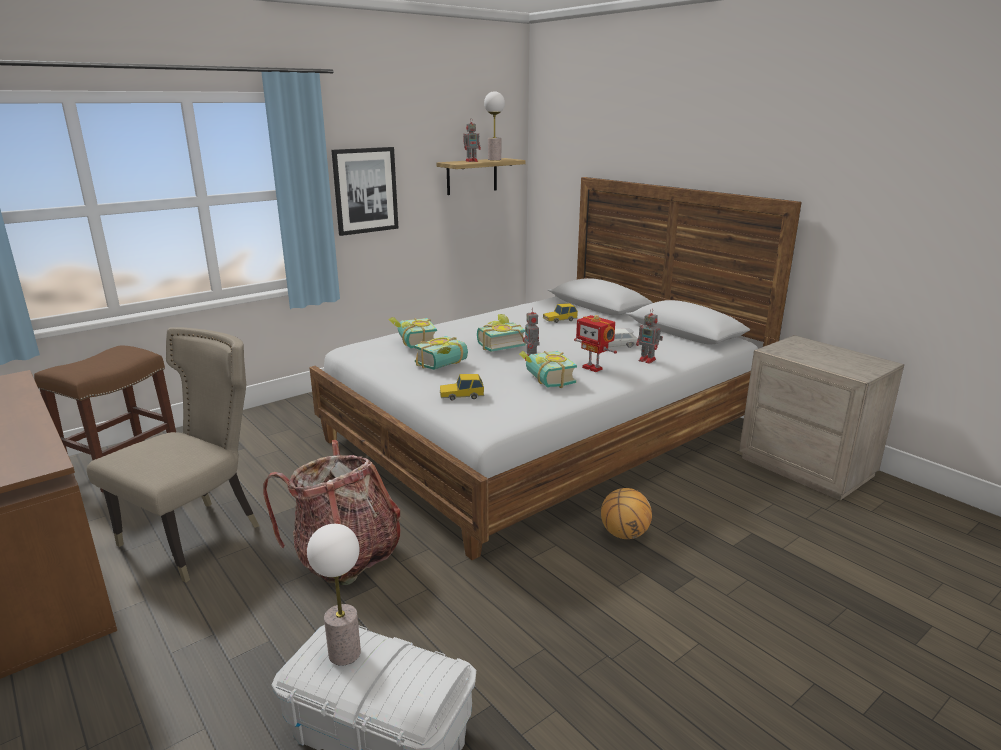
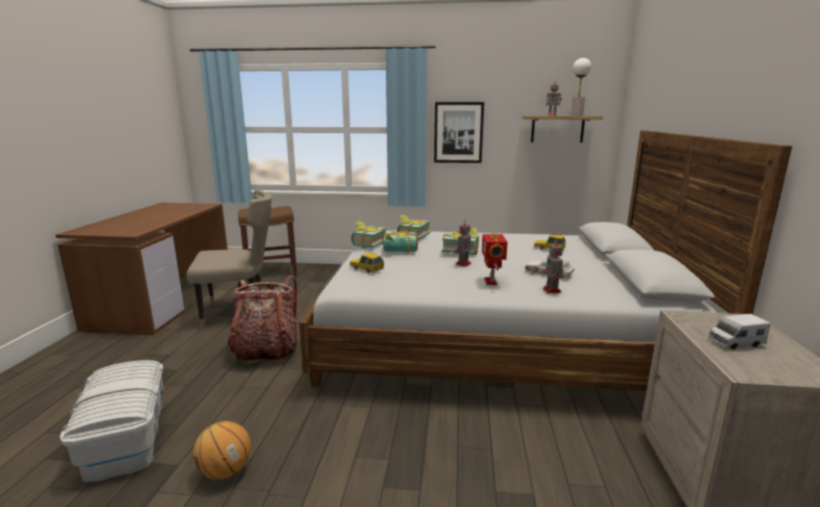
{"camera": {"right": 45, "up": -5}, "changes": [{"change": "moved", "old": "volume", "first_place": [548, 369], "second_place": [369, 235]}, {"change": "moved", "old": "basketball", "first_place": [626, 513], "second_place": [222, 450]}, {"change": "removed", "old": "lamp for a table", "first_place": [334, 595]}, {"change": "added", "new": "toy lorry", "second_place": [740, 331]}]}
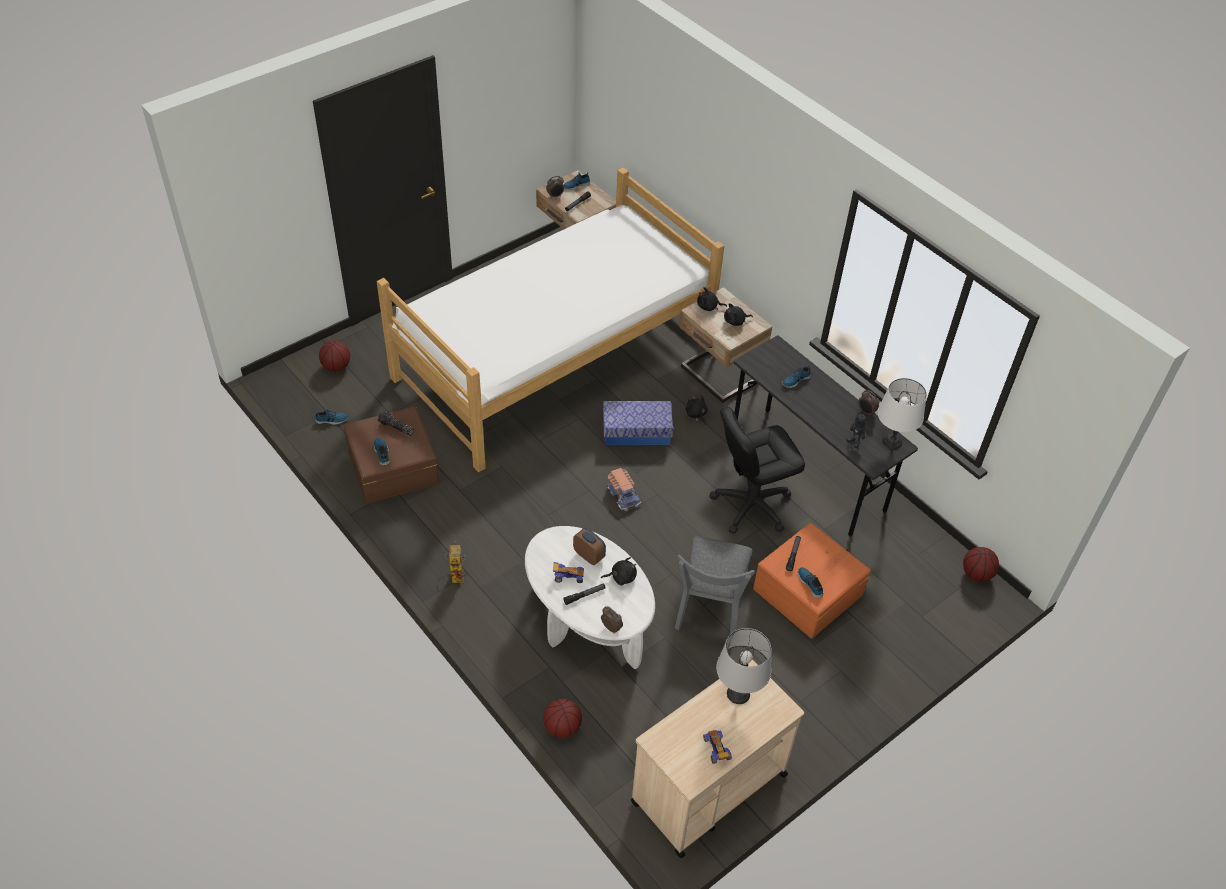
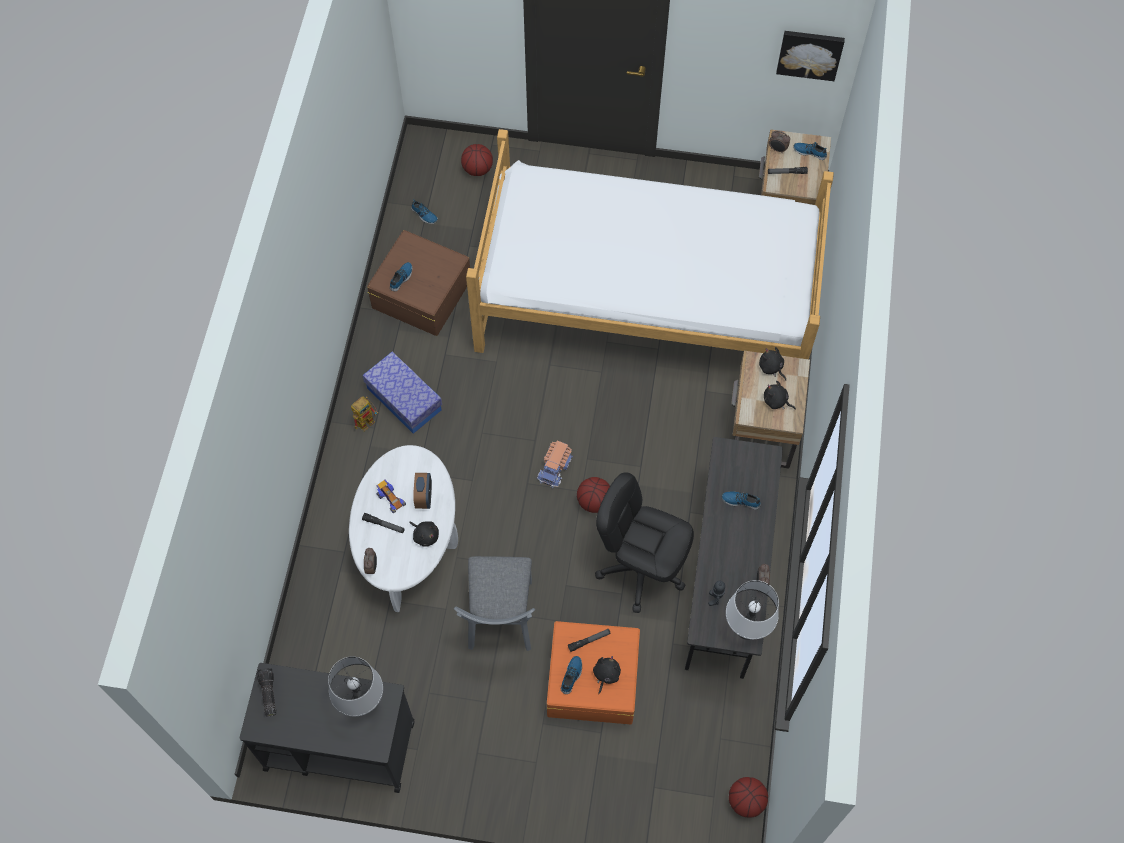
{"camera": {"right": 50, "up": 15}, "changes": [{"change": "moved", "old": "black soft toy", "first_place": [697, 410], "second_place": [607, 675]}, {"change": "moved", "old": "storage container", "first_place": [638, 423], "second_place": [402, 392]}, {"change": "moved", "old": "flashlight", "first_place": [396, 423], "second_place": [266, 692]}, {"change": "turned", "old": "gray chair", "first_place": [715, 585], "second_place": [494, 603], "degrees": -60}, {"change": "recoloured", "old": "beige-coloured trolley", "new": "black trolley", "first_place": [717, 759], "second_place": [327, 728]}, {"change": "moved", "old": "basketball", "first_place": [562, 718], "second_place": [593, 495]}, {"change": "removed", "old": "toy car", "first_place": [717, 747]}, {"change": "added", "new": "picture", "second_place": [810, 56]}]}
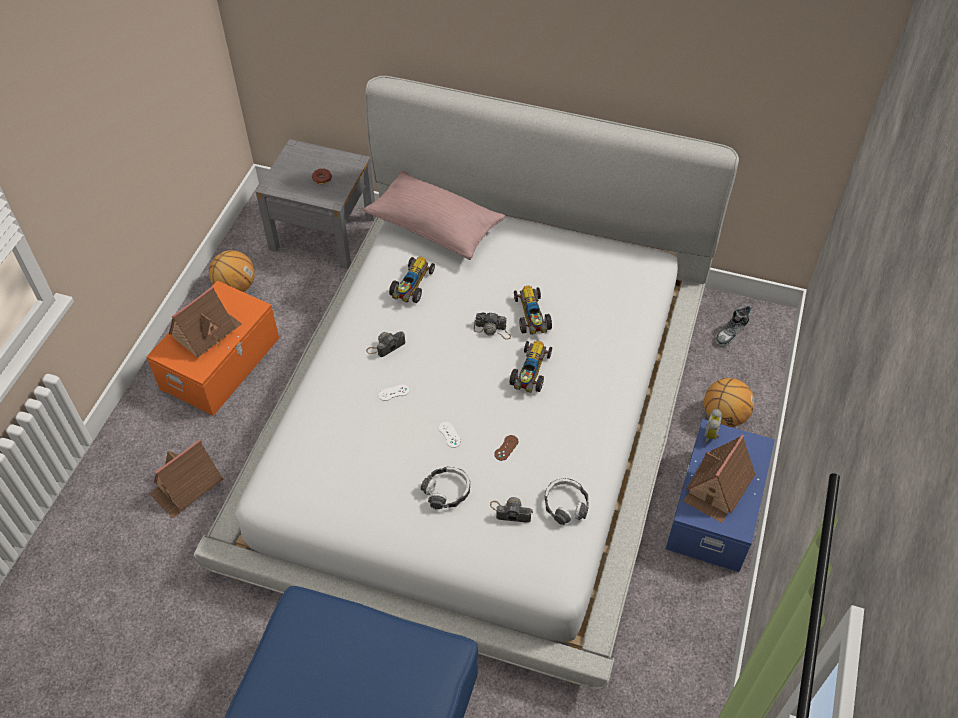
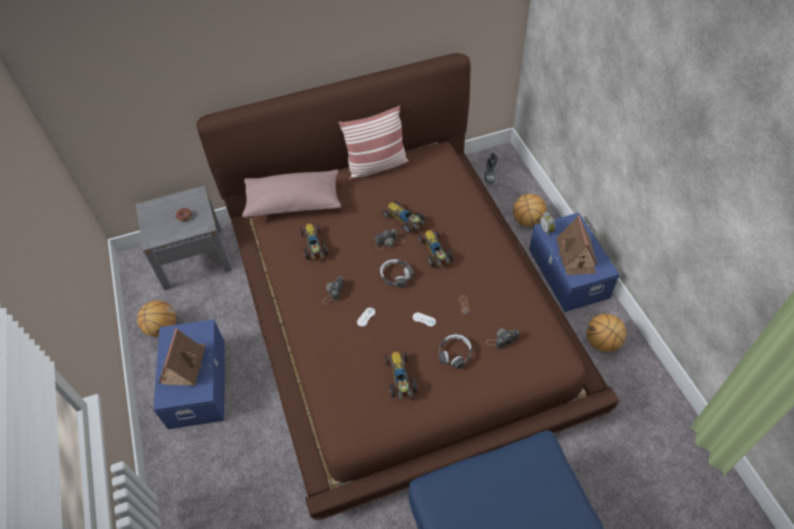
{"camera": {"right": -35, "up": 0}, "changes": [{"change": "recoloured", "old": "white-coloured bedroom bed", "new": "brown bedroom bed", "first_place": [466, 382], "second_place": [407, 286]}, {"change": "recoloured", "old": "orange storage container", "new": "blue storage container", "first_place": [212, 348], "second_place": [189, 374]}, {"change": "removed", "old": "model house", "first_place": [186, 479]}, {"change": "moved", "old": "pair of headphones", "first_place": [567, 501], "second_place": [397, 273]}, {"change": "added", "new": "throw pillow", "second_place": [374, 143]}, {"change": "added", "new": "basketball", "second_place": [606, 333]}, {"change": "added", "new": "toy car", "second_place": [401, 375]}]}
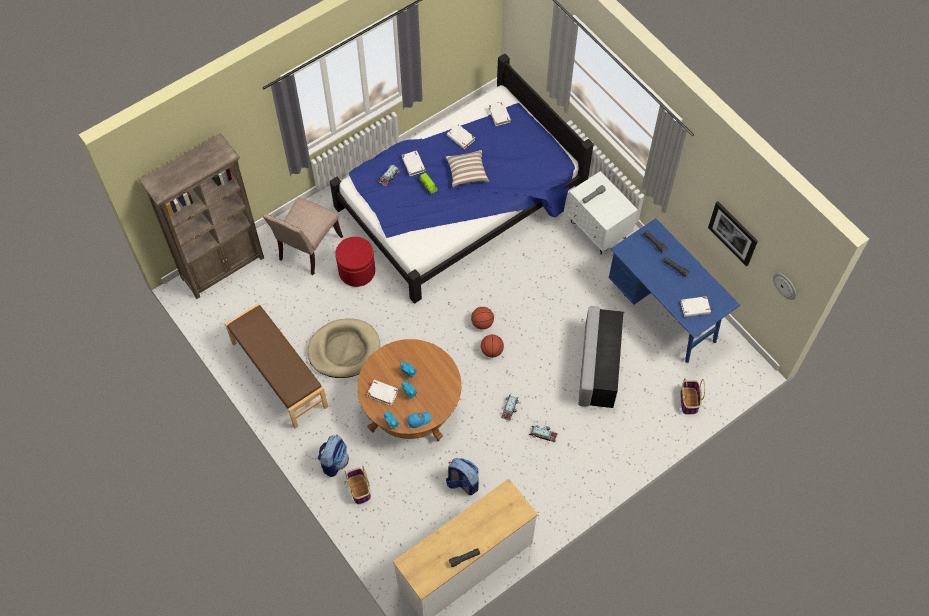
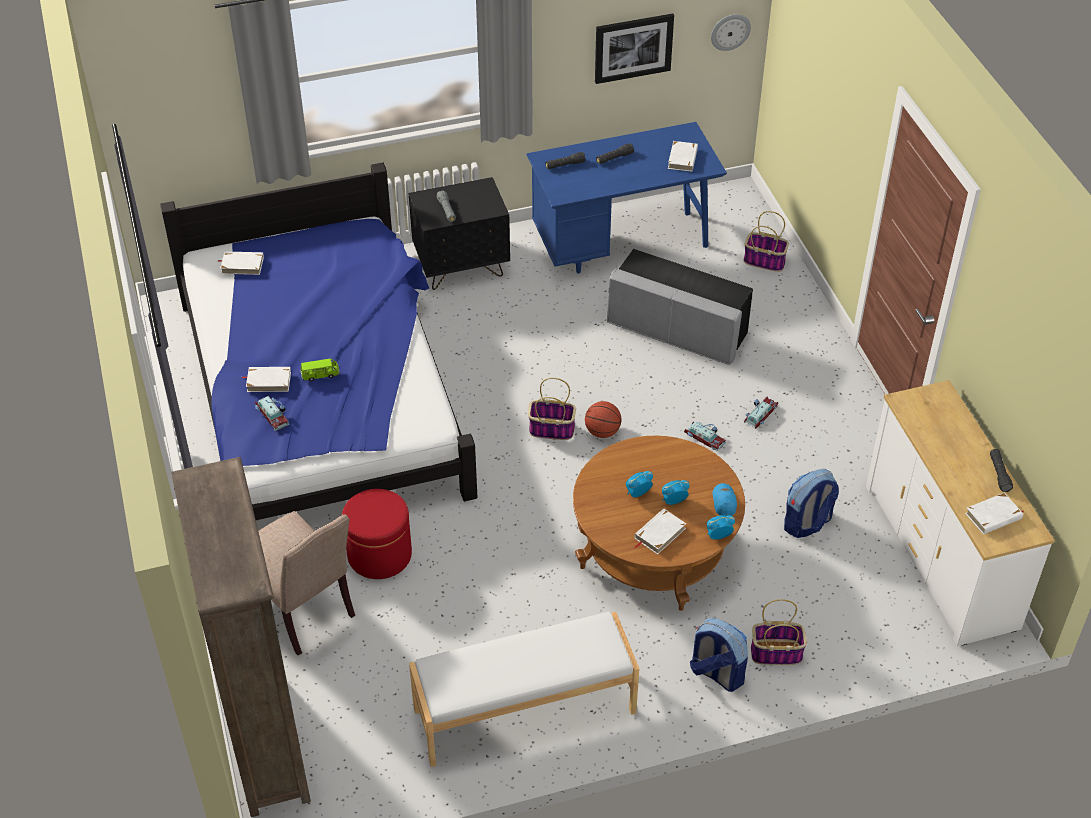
{"camera": {"right": -70, "up": -15}, "changes": [{"change": "moved", "old": "white-coloured volume", "first_place": [461, 137], "second_place": [994, 513]}, {"change": "removed", "old": "throw pillow", "first_place": [468, 168]}, {"change": "recoloured", "old": "white-coloured bedside table", "new": "black bedside table", "first_place": [602, 212], "second_place": [459, 233]}, {"change": "recoloured", "old": "brown bench", "new": "white-coloured bench", "first_place": [276, 366], "second_place": [524, 689]}, {"change": "replaced", "old": "basketball", "new": "basket", "first_place": [482, 318], "second_place": [552, 409]}, {"change": "removed", "old": "beige-coloured dog cushion", "first_place": [343, 348]}]}
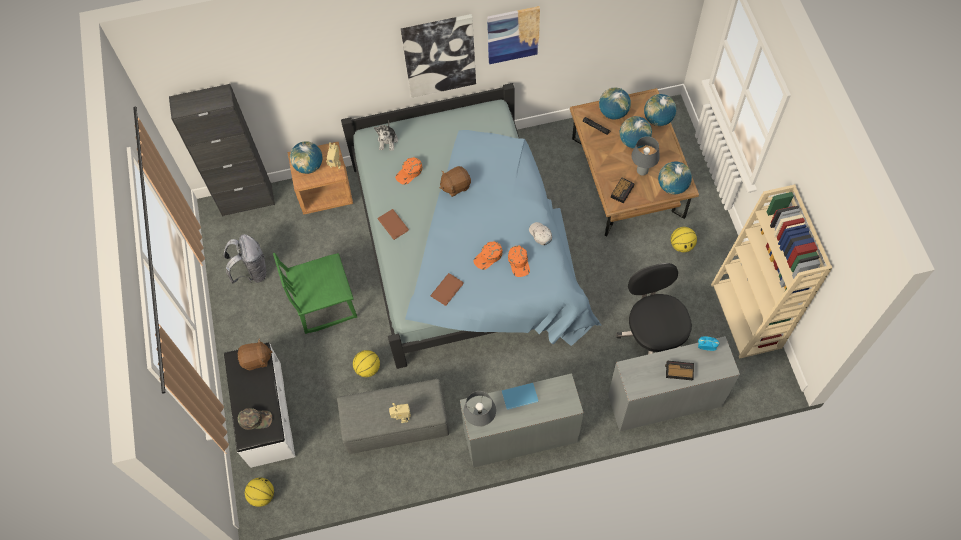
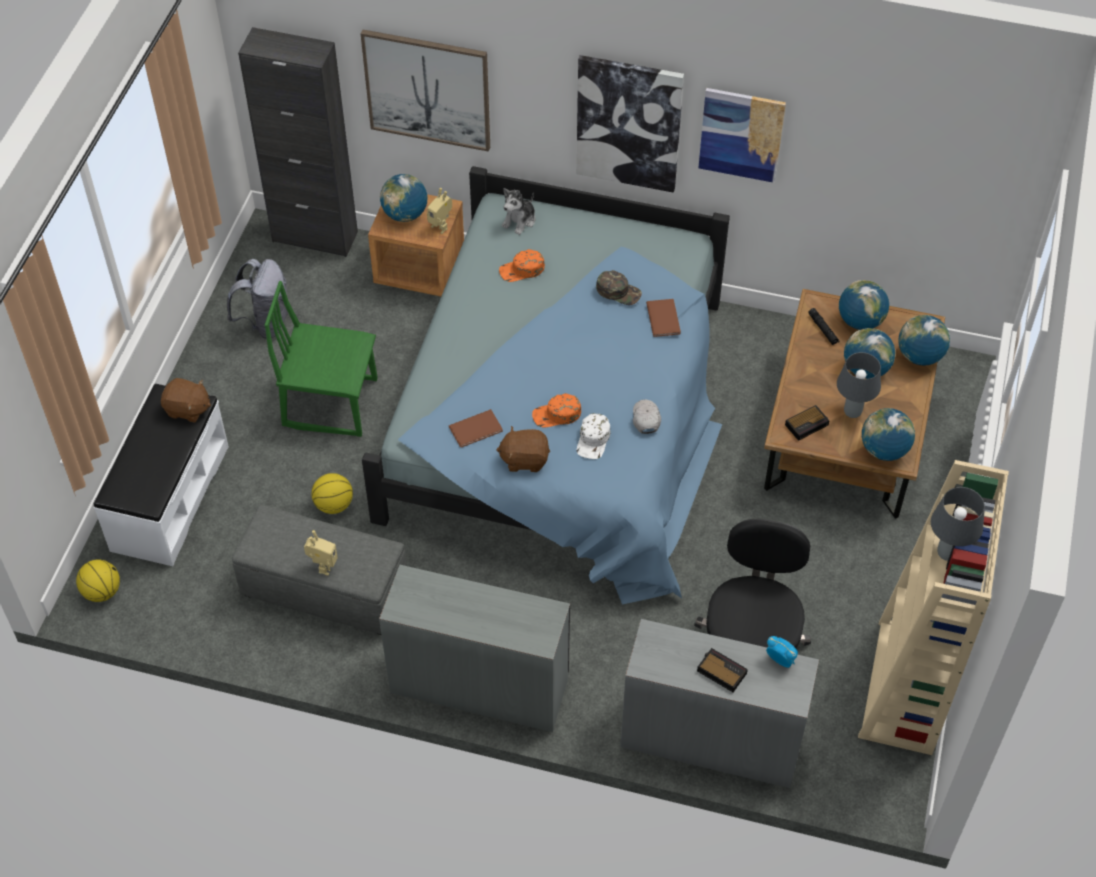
{"camera": {"right": 25, "up": -10}, "changes": [{"change": "moved", "old": "brown soft toy", "first_place": [455, 181], "second_place": [523, 449]}, {"change": "moved", "old": "brown volume", "first_place": [393, 224], "second_place": [663, 318]}, {"change": "removed", "old": "basketball", "first_place": [684, 239]}, {"change": "recoloured", "old": "orange baseball cap", "new": "white-coloured baseball cap", "first_place": [519, 261], "second_place": [593, 436]}, {"change": "removed", "old": "blue volume", "first_place": [520, 396]}, {"change": "moved", "old": "gray lamp for a table", "first_place": [480, 409], "second_place": [958, 524]}, {"change": "moved", "old": "green-coloured baseball cap", "first_place": [255, 419], "second_place": [619, 287]}, {"change": "added", "new": "picture", "second_place": [425, 90]}]}
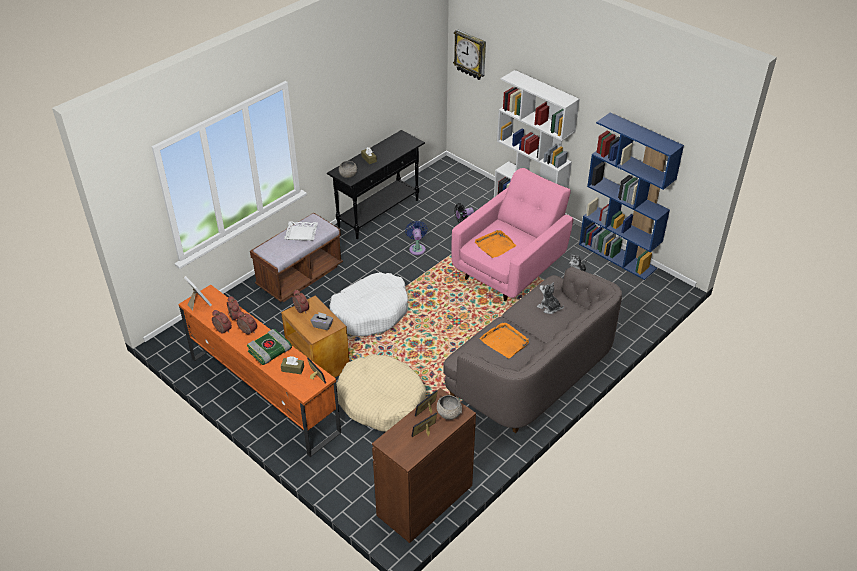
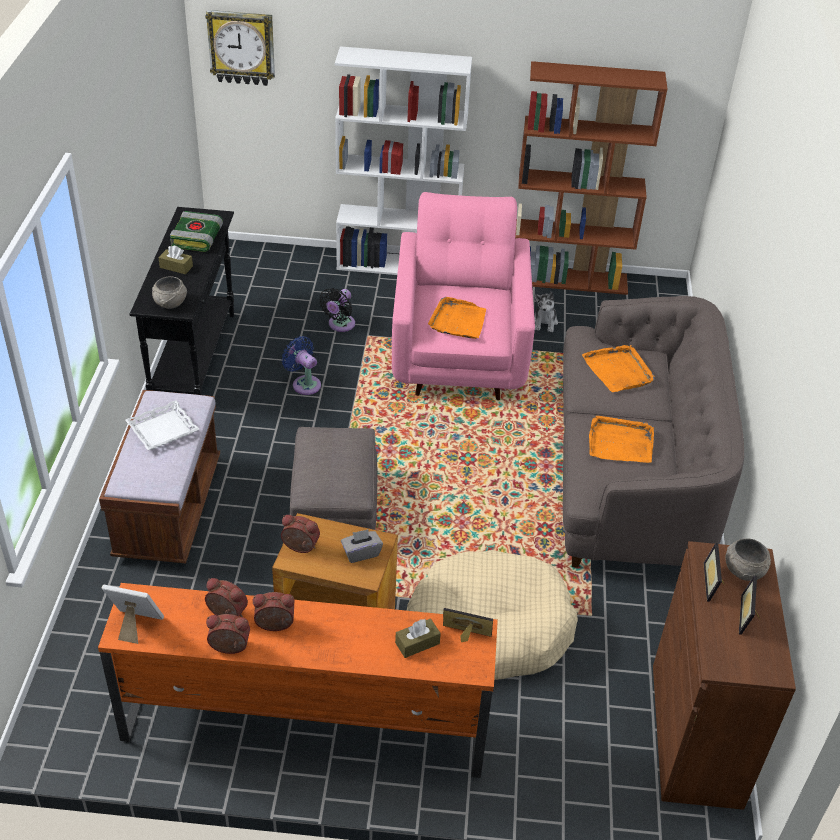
{"camera": {"right": -40, "up": 0}, "changes": [{"change": "recoloured", "old": "blue bookshelf", "new": "brown bookshelf", "first_place": [631, 196], "second_place": [591, 178]}, {"change": "replaced", "old": "white-coloured dog cushion", "new": "gray footrest", "first_place": [369, 304], "second_place": [333, 478]}, {"change": "replaced", "old": "soft toy", "new": "orange serving tray", "first_place": [550, 298], "second_place": [618, 368]}, {"change": "moved", "old": "volume", "first_place": [269, 347], "second_place": [196, 231]}]}
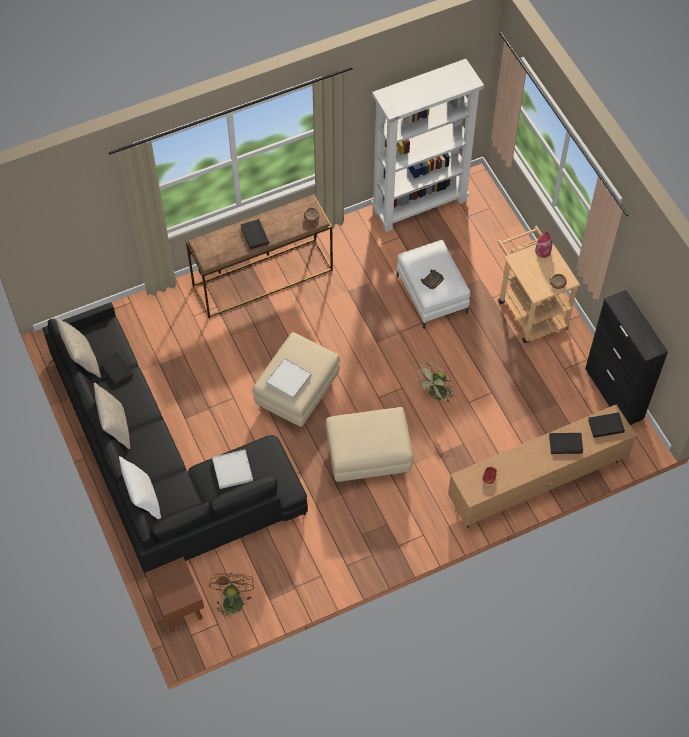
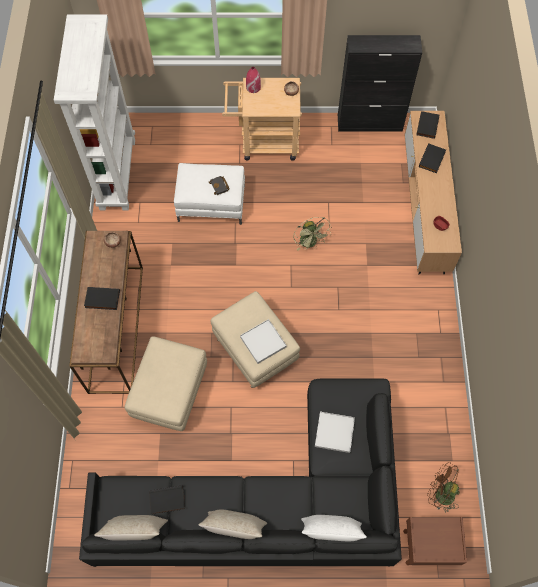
{"camera": {"right": -65, "up": 5}, "changes": [{"change": "moved", "old": "beige-coloured footrest", "first_place": [369, 445], "second_place": [166, 383]}]}
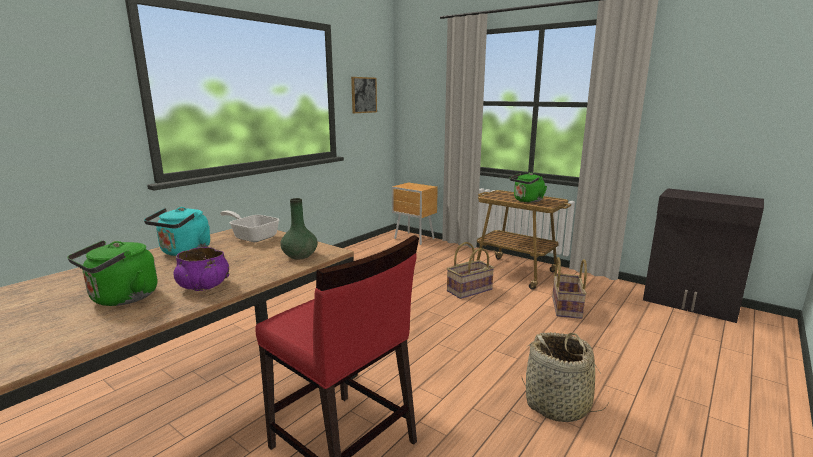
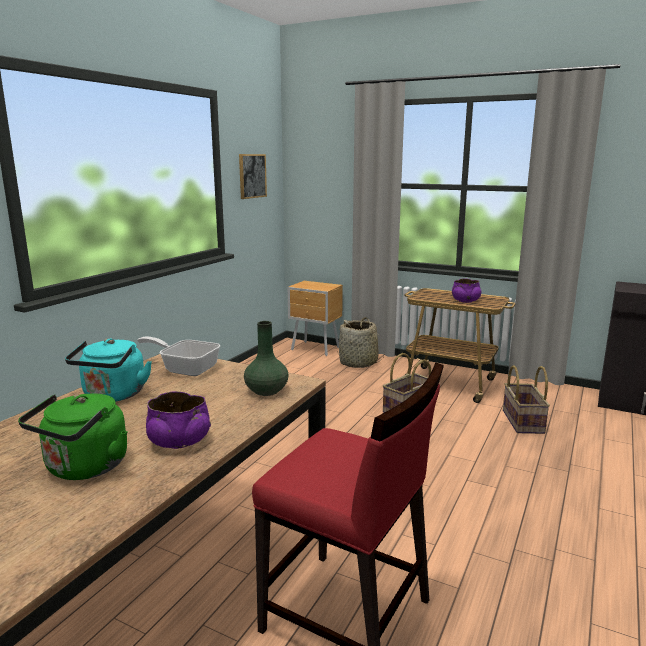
{"camera": {"right": -10, "up": 0}, "changes": [{"change": "replaced", "old": "green-coloured kettle", "new": "purplish serving bowl", "first_place": [528, 188], "second_place": [466, 291]}, {"change": "moved", "old": "basket", "first_place": [565, 377], "second_place": [361, 342]}]}
